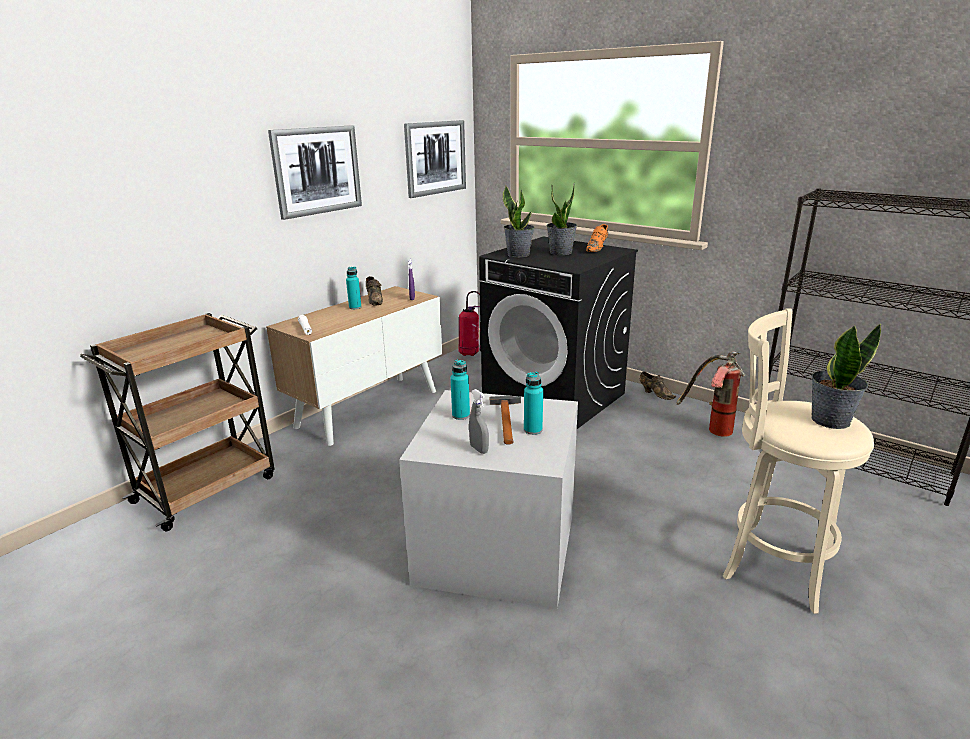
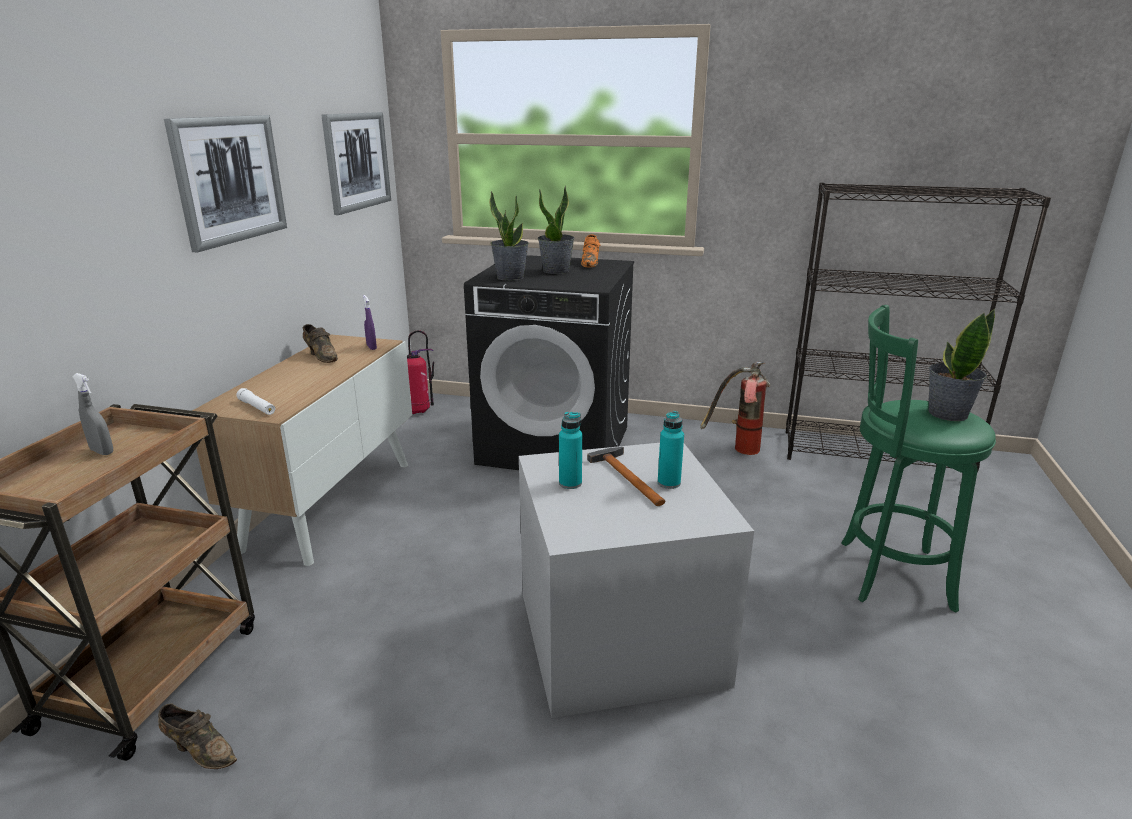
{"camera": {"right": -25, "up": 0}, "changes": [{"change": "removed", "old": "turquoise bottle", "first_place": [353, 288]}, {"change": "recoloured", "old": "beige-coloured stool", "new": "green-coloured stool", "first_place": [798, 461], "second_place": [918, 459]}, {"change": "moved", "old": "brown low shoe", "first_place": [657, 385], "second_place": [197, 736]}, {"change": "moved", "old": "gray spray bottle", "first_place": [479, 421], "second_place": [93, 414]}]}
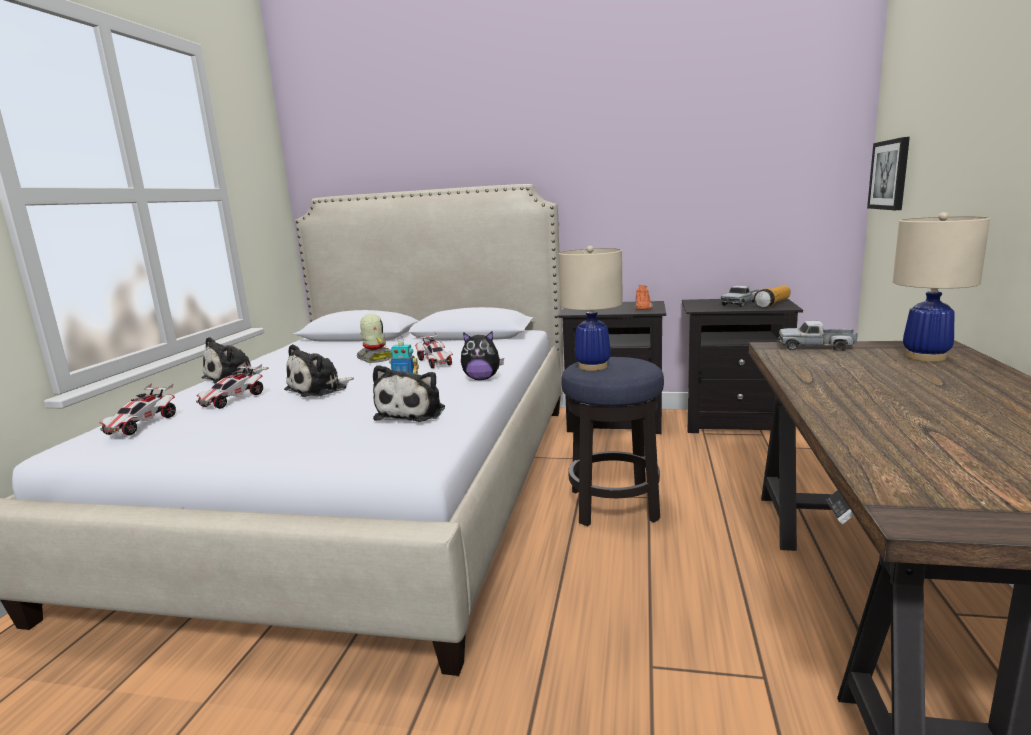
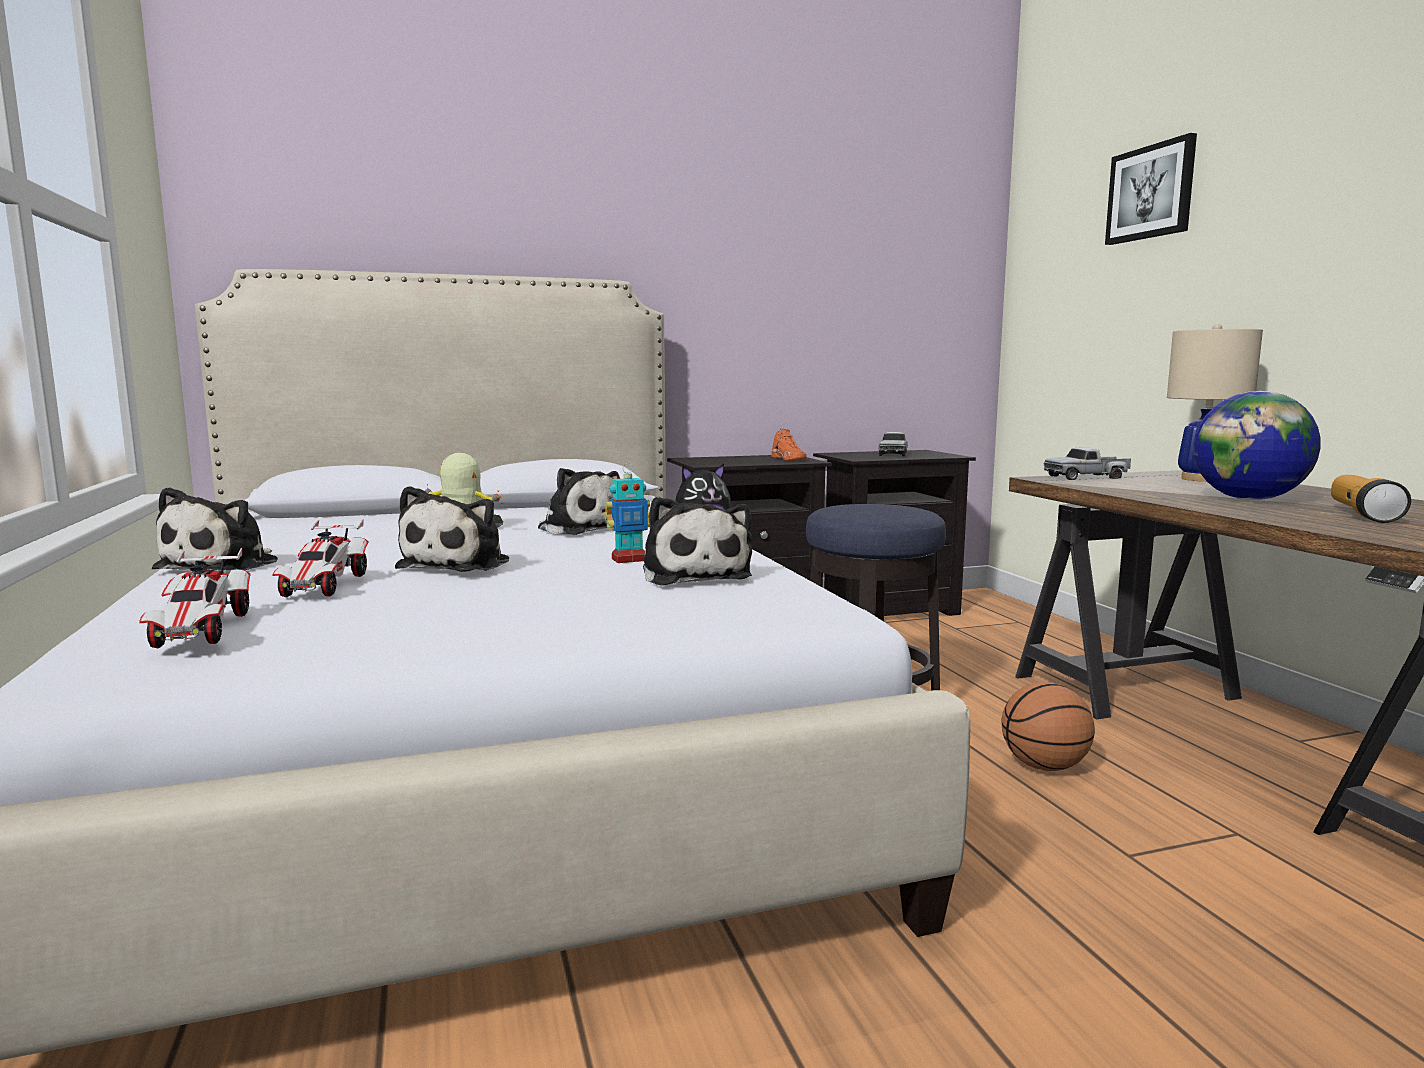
{"camera": {"right": -30, "up": -5}, "changes": [{"change": "moved", "old": "picture", "first_place": [888, 173], "second_place": [1151, 189]}, {"change": "removed", "old": "beige-coloured lamp for a table", "first_place": [591, 308]}, {"change": "moved", "old": "flashlight", "first_place": [772, 297], "second_place": [1371, 499]}, {"change": "replaced", "old": "toy car", "new": "soft toy", "first_place": [434, 350], "second_place": [579, 501]}, {"change": "added", "new": "globe", "second_place": [1257, 445]}, {"change": "added", "new": "basketball", "second_place": [1048, 726]}]}
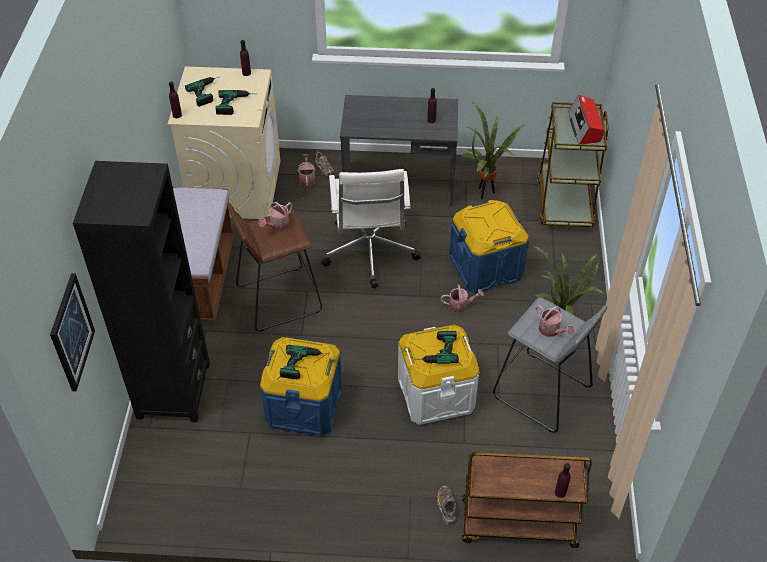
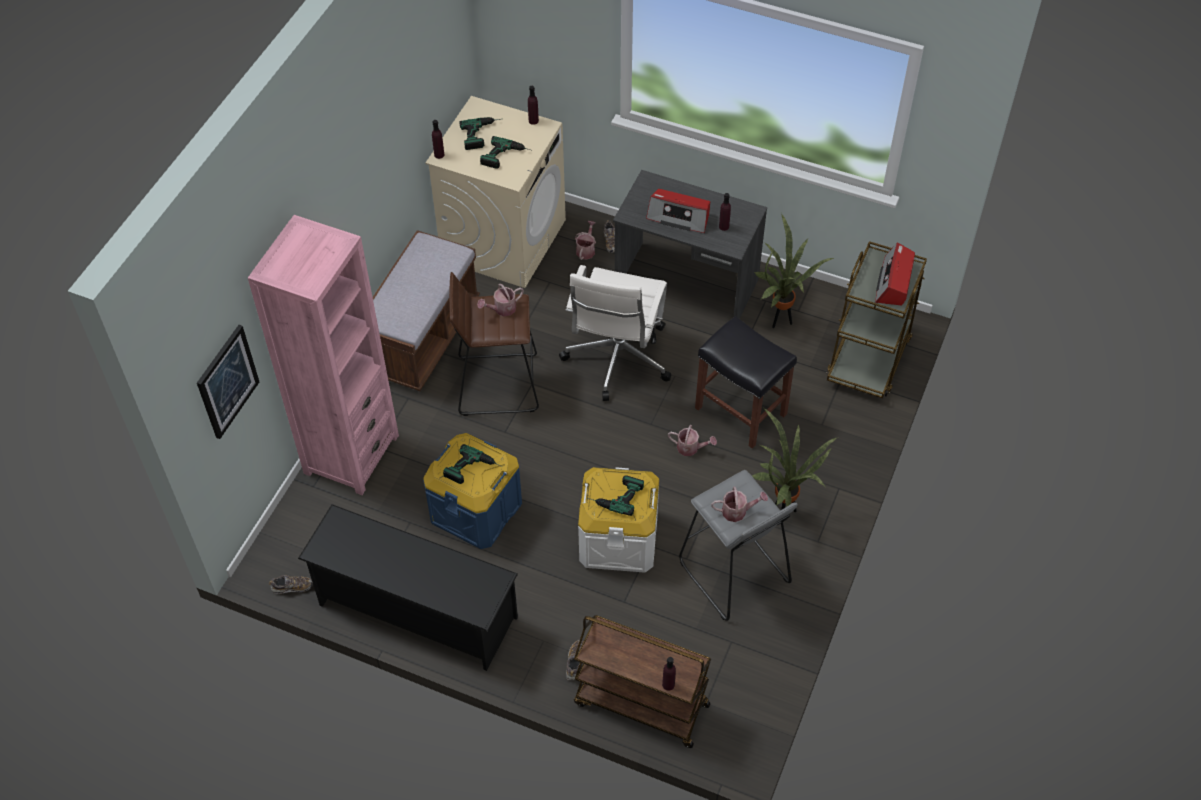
{"camera": {"right": 20, "up": 5}, "changes": [{"change": "recoloured", "old": "black bookshelf", "new": "pinkish bookshelf", "first_place": [141, 291], "second_place": [323, 355]}, {"change": "replaced", "old": "blue storage container", "new": "black stool", "first_place": [489, 246], "second_place": [746, 382]}, {"change": "turned", "old": "watering can", "first_place": [555, 321], "second_place": [739, 504], "degrees": -75}, {"change": "added", "new": "radio", "second_place": [678, 211]}, {"change": "added", "new": "black shoe rack", "second_place": [408, 587]}, {"change": "added", "new": "low shoe", "second_place": [290, 584]}]}
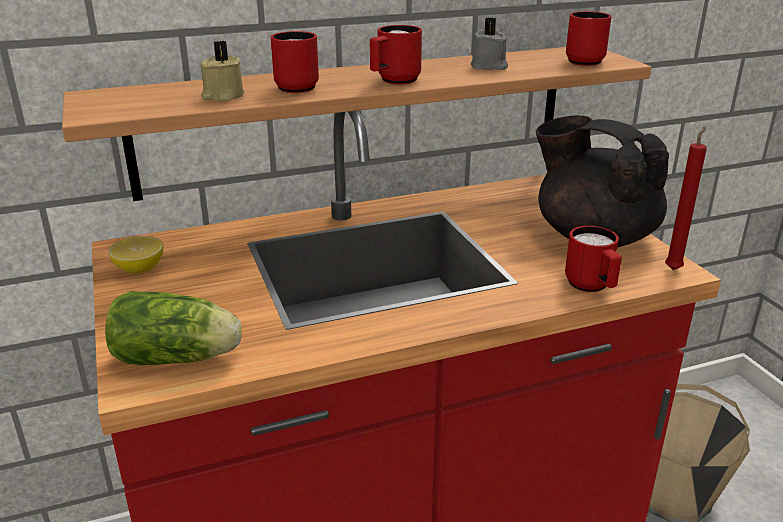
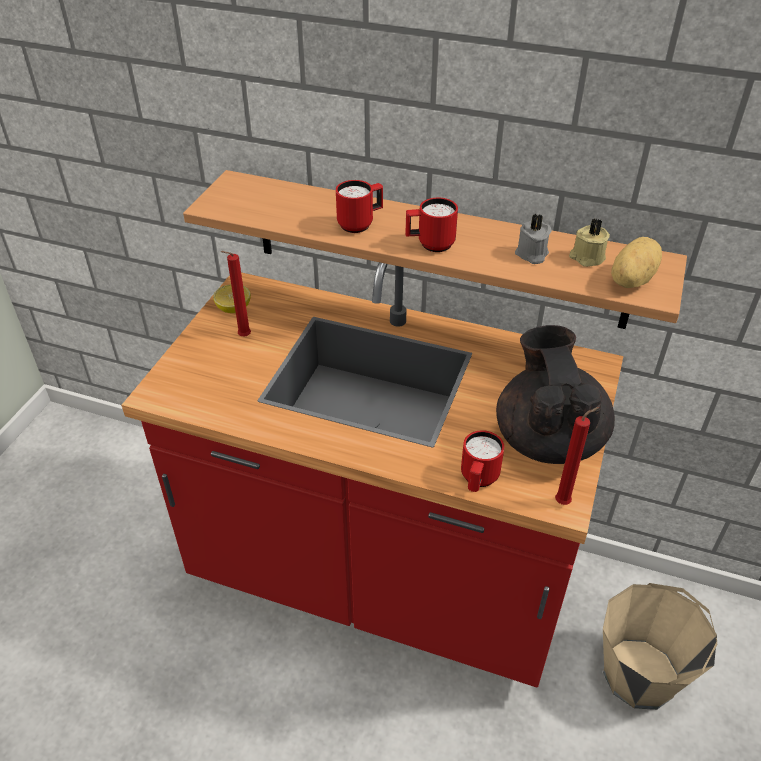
{"camera": {"right": 40, "up": 15}, "changes": [{"change": "replaced", "old": "red-coloured mug", "new": "whole potato", "first_place": [589, 38], "second_place": [636, 262]}, {"change": "moved", "old": "beige-coloured wax candle", "first_place": [222, 71], "second_place": [589, 242]}, {"change": "removed", "old": "head of lettuce", "first_place": [173, 328]}, {"change": "added", "new": "red-coloured wax candle", "second_place": [236, 294]}]}
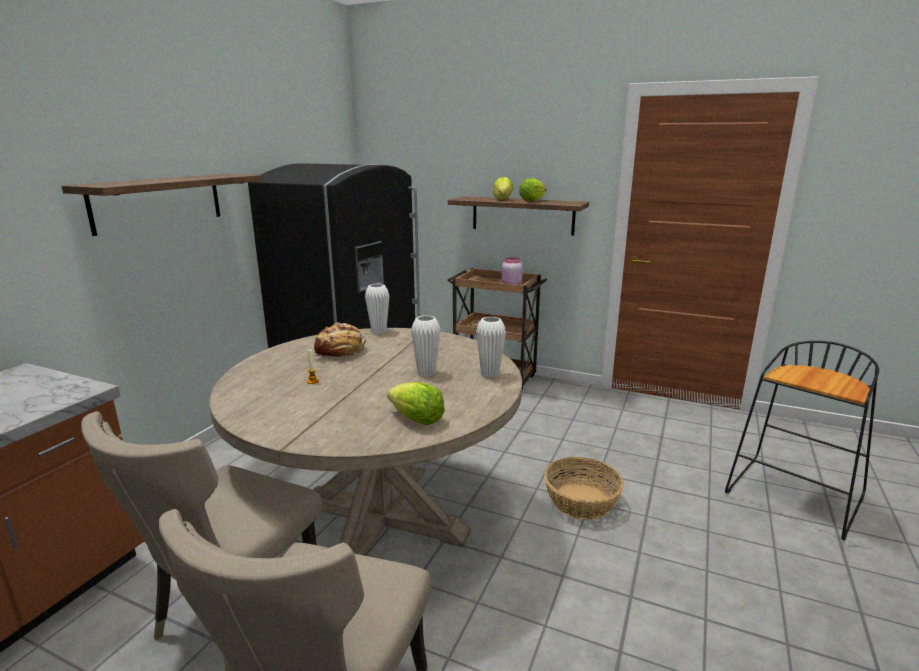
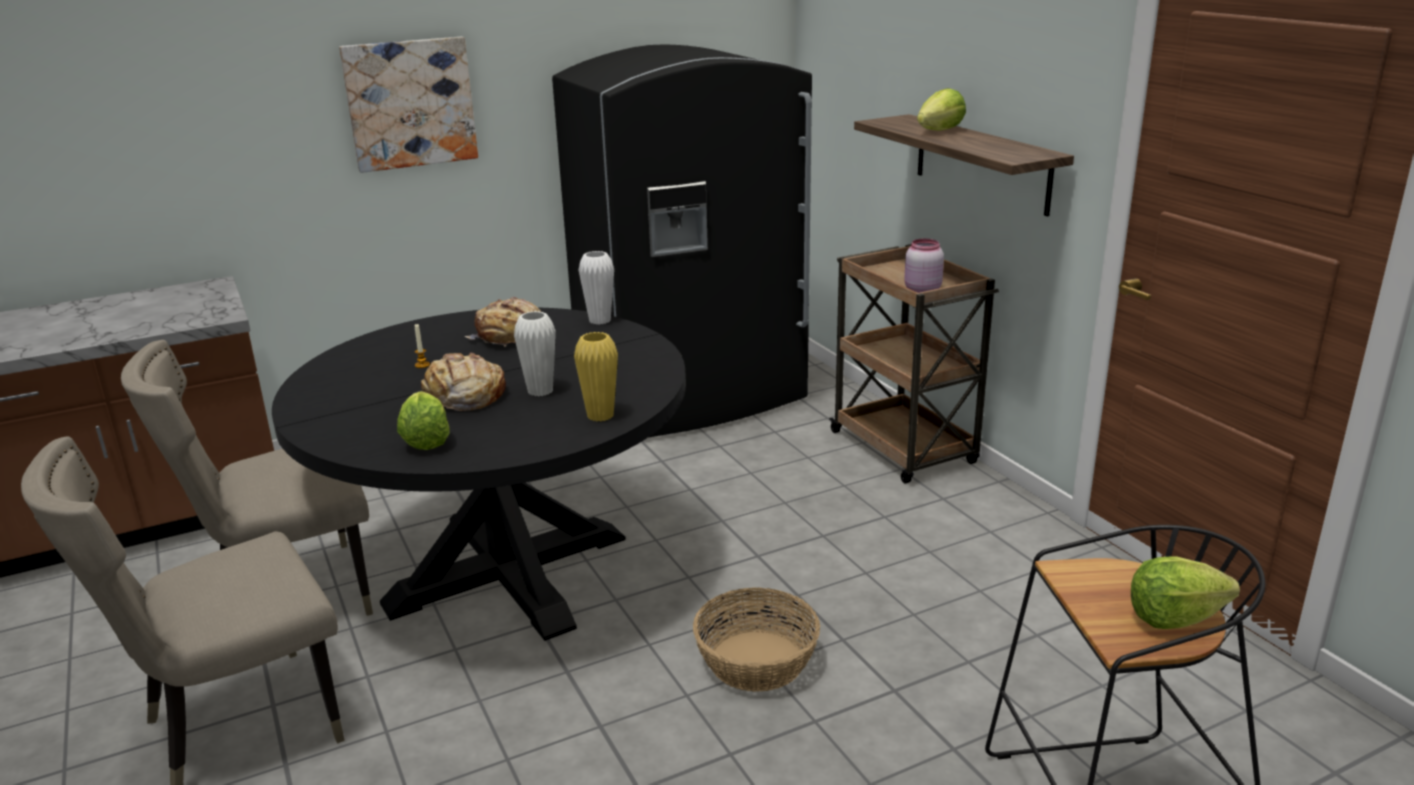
{"camera": {"right": 40, "up": 5}, "changes": [{"change": "replaced", "old": "shelf", "new": "picture", "first_place": [162, 205], "second_place": [408, 105]}, {"change": "moved", "old": "head of lettuce", "first_place": [533, 190], "second_place": [1185, 593]}, {"change": "recoloured", "old": "white-coloured decorative vase", "new": "yellowish decorative vase", "first_place": [491, 347], "second_place": [596, 377]}, {"change": "recoloured", "old": "beige-coloured dining table", "new": "black dining table", "first_place": [365, 441], "second_place": [479, 474]}, {"change": "added", "new": "baked bread", "second_place": [463, 381]}]}
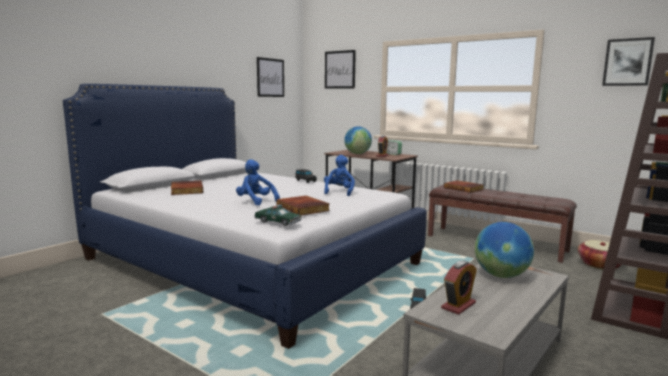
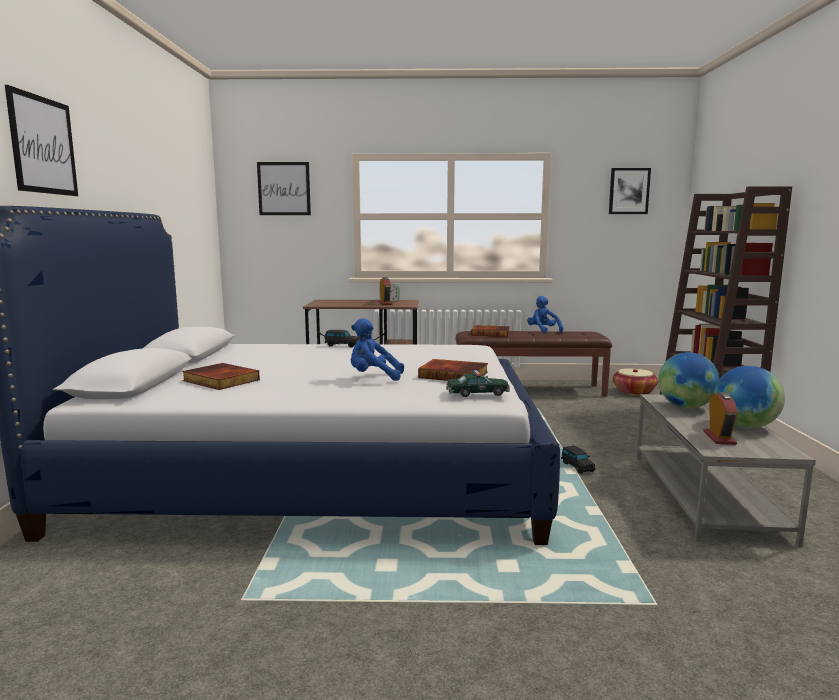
{"camera": {"right": -35, "up": 0}, "changes": [{"change": "moved", "old": "picture", "first_place": [270, 77], "second_place": [41, 140]}, {"change": "moved", "old": "globe", "first_place": [358, 140], "second_place": [749, 397]}, {"change": "moved", "old": "blue soft toy", "first_place": [339, 175], "second_place": [545, 314]}]}
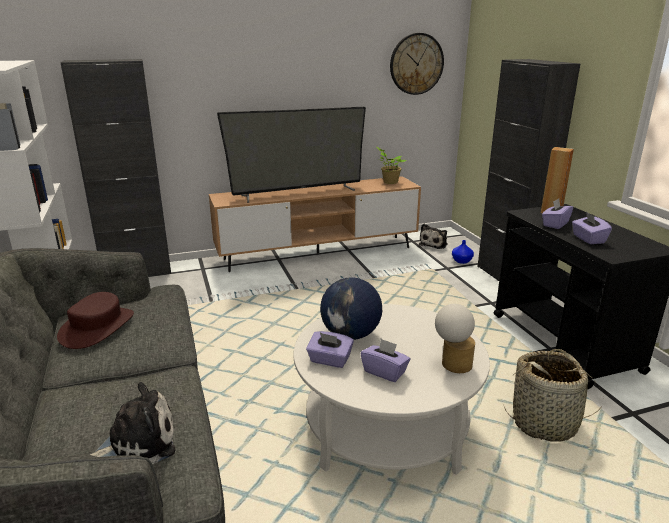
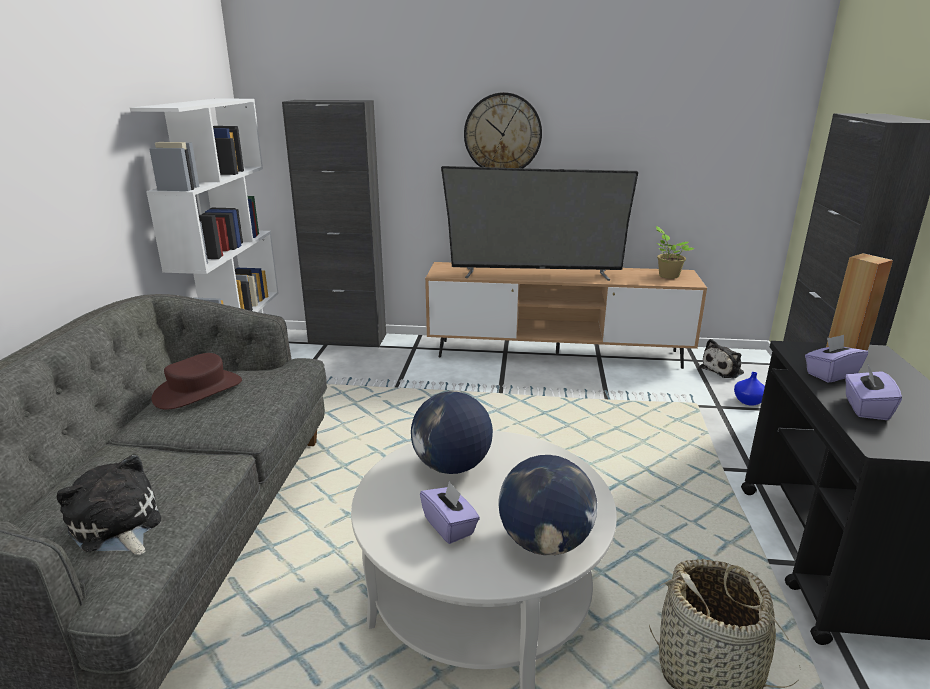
{"camera": {"right": 25, "up": 0}, "changes": [{"change": "moved", "old": "clock on the wall", "first_place": [417, 64], "second_place": [503, 130]}, {"change": "replaced", "old": "lamp for a table", "new": "globe", "first_place": [455, 338], "second_place": [547, 505]}, {"change": "removed", "old": "purplish tissue holder", "first_place": [330, 349]}, {"change": "turned", "old": "soft toy", "first_place": [133, 423], "second_place": [109, 504], "degrees": -135}]}
